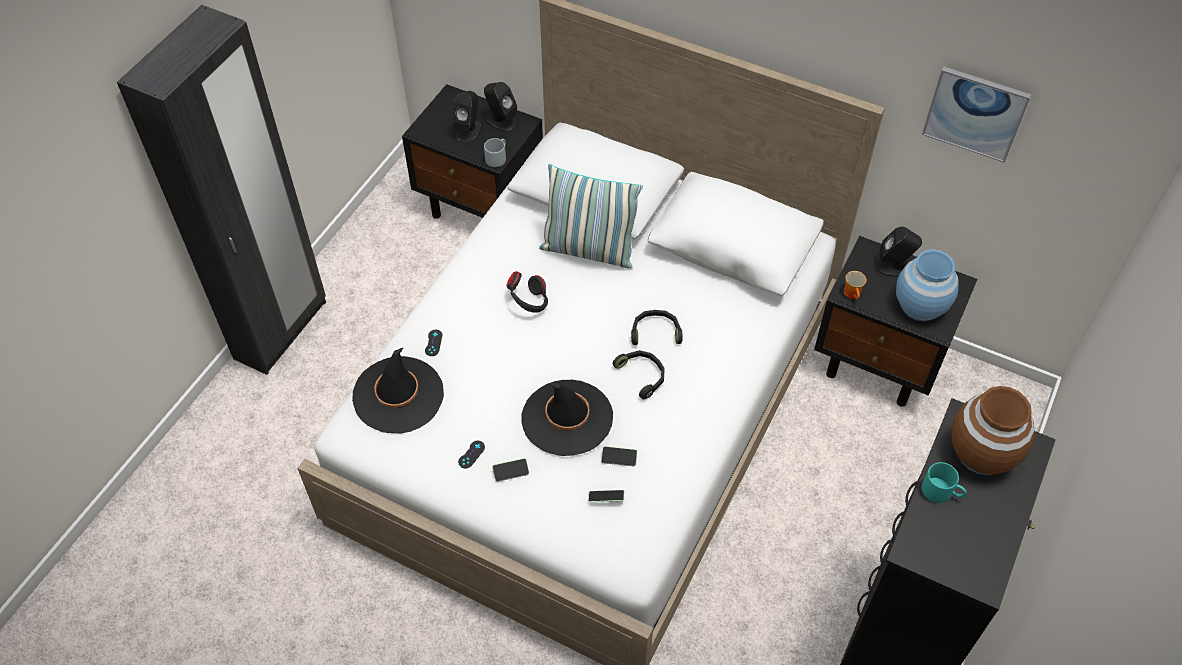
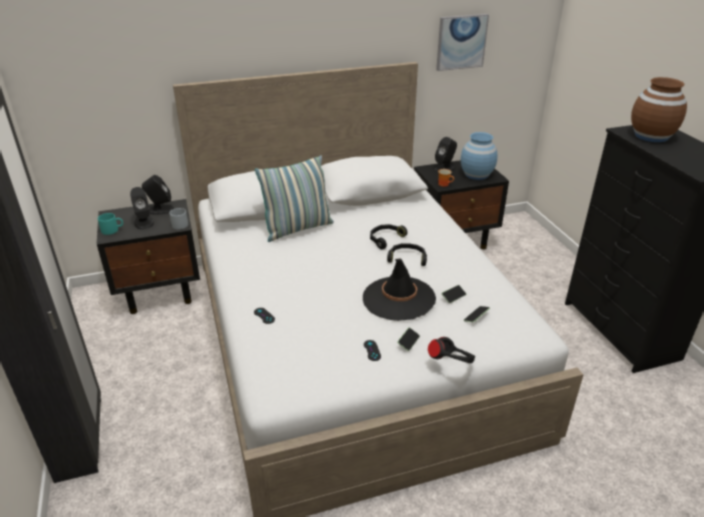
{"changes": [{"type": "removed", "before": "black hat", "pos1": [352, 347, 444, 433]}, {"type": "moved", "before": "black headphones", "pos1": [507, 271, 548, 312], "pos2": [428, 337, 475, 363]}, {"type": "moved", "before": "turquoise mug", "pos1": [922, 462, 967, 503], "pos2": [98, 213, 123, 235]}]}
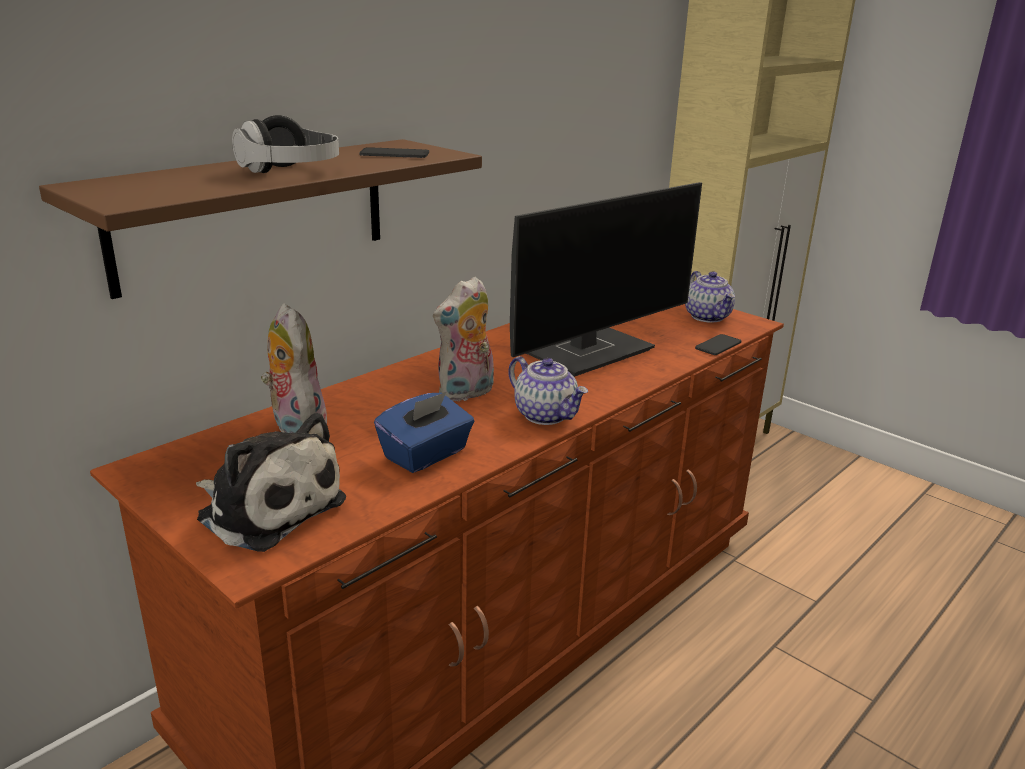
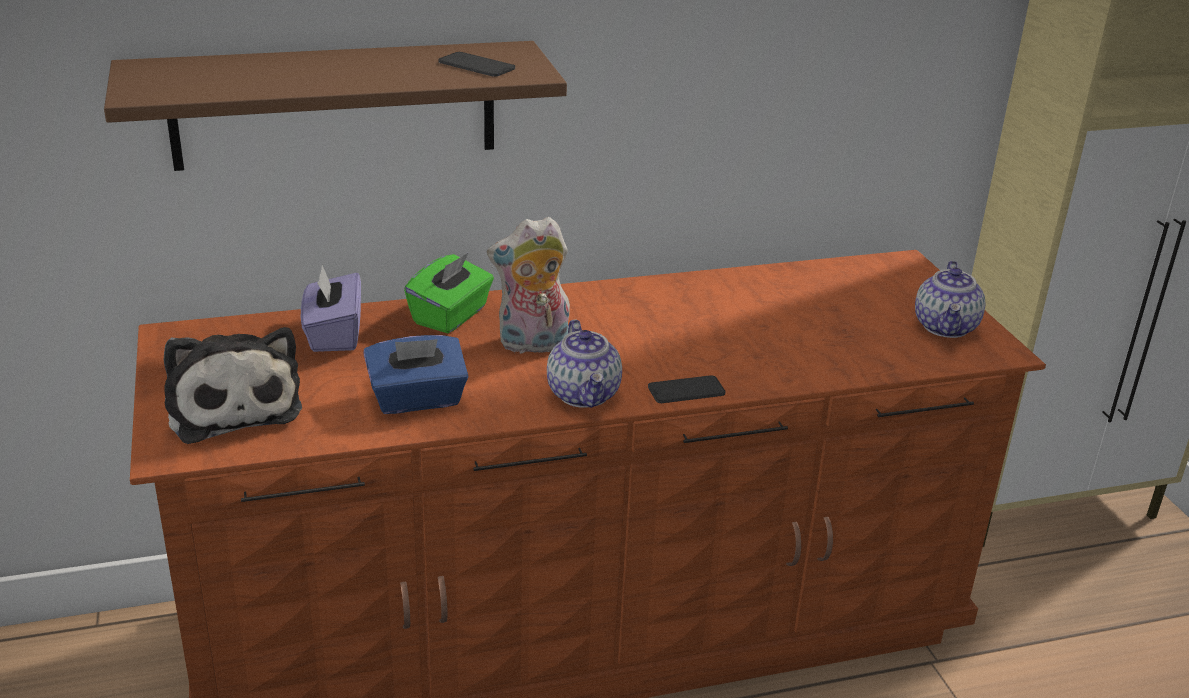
{"changes": [{"type": "removed", "before": "headphones", "pos1": [232, 115, 339, 173]}, {"type": "replaced", "before": "plush toy", "after": "purple-coloured tissue holder", "pos1": [261, 303, 327, 433], "pos2": [301, 265, 361, 352]}, {"type": "removed", "before": "monitor", "pos1": [510, 182, 702, 377]}, {"type": "moved", "before": "phone", "pos1": [695, 334, 741, 355], "pos2": [648, 375, 726, 403]}, {"type": "added", "after": "green tissue holder", "pos2": [404, 252, 494, 333]}]}
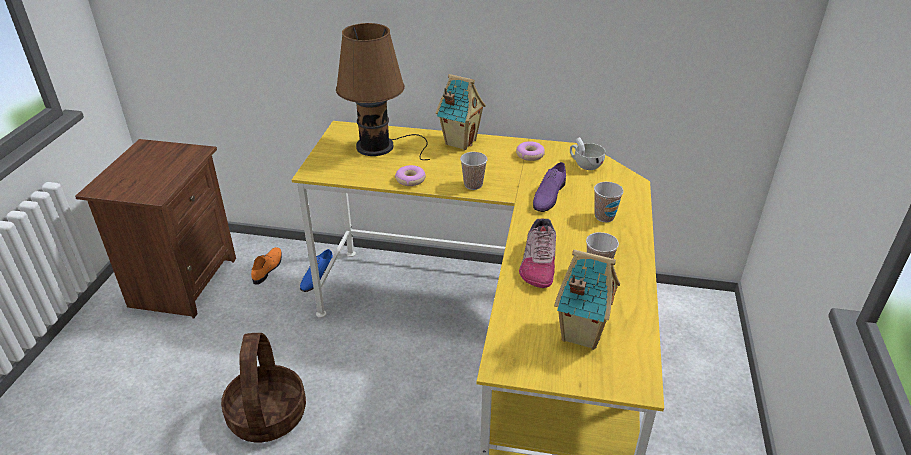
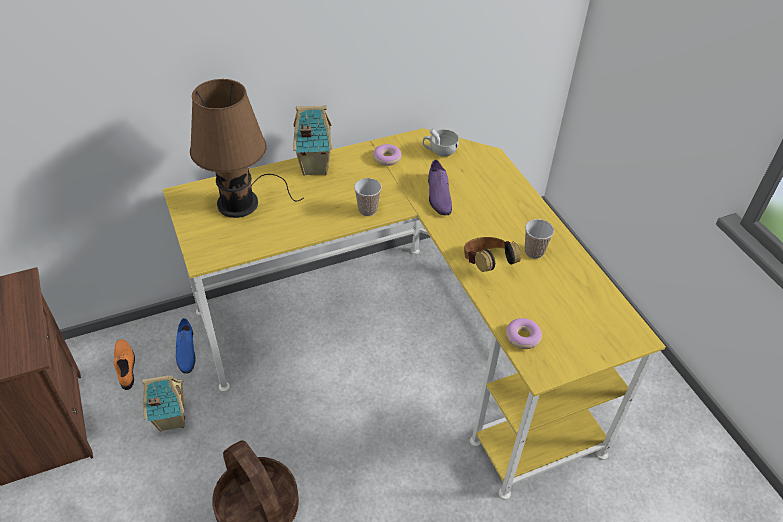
{"changes": [{"type": "moved", "before": "ring doughnut", "pos1": [395, 165, 426, 186], "pos2": [506, 318, 542, 349]}, {"type": "replaced", "before": "low shoe", "after": "headphones", "pos1": [519, 219, 556, 288], "pos2": [464, 237, 521, 272]}, {"type": "moved", "before": "miniature house", "pos1": [554, 250, 620, 350], "pos2": [142, 375, 185, 432]}, {"type": "removed", "before": "cup", "pos1": [594, 182, 624, 222]}]}
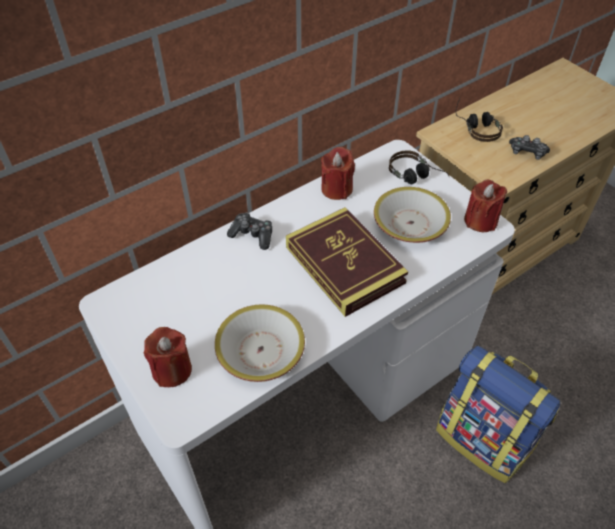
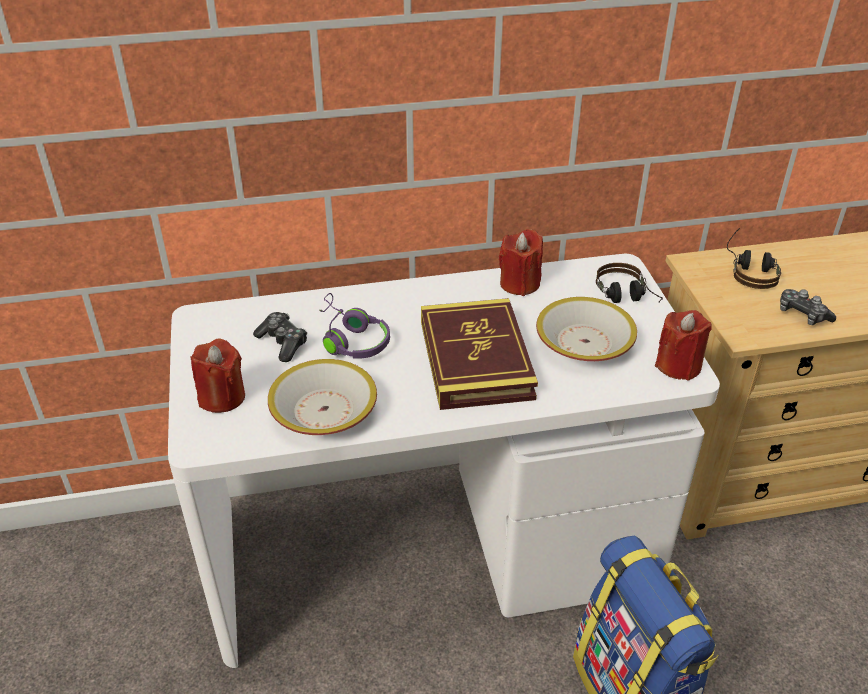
{"changes": [{"type": "moved", "before": "joypad", "pos1": [227, 212, 272, 250], "pos2": [253, 312, 307, 362]}, {"type": "added", "after": "purple-coloured headphones", "pos2": [320, 293, 390, 359]}]}
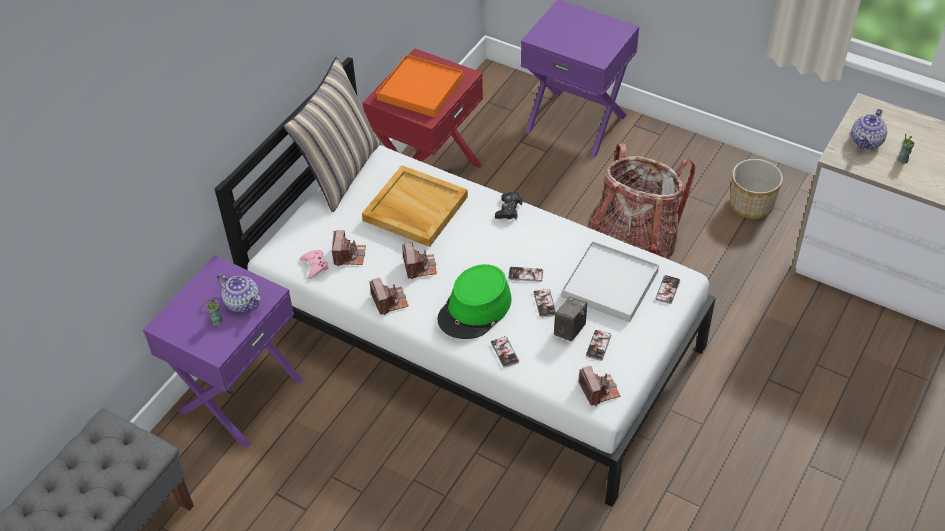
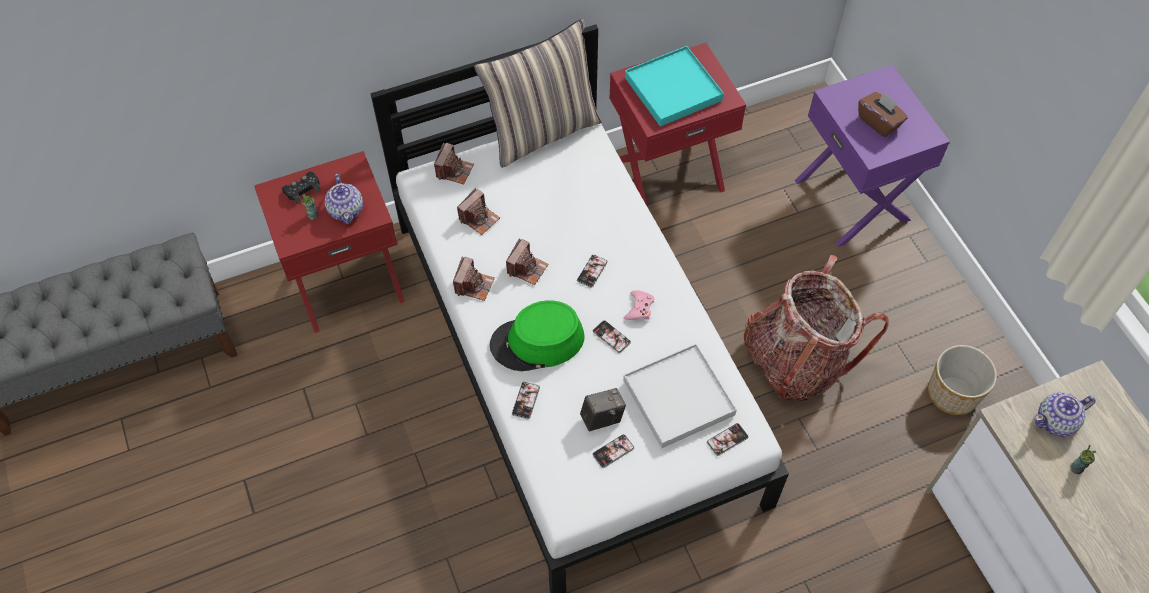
{"changes": [{"type": "recoloured", "before": "purple-coloured bedside table", "after": "reddish bedside table", "pos1": [143, 255, 304, 448], "pos2": [254, 151, 405, 333]}, {"type": "moved", "before": "pinkish joypad", "pos1": [300, 250, 329, 279], "pos2": [624, 290, 654, 320]}, {"type": "removed", "before": "sand-coloured carrying tray", "pos1": [362, 165, 468, 247]}, {"type": "recoloured", "before": "orange carrying tray", "after": "turquoise carrying tray", "pos1": [376, 54, 463, 117], "pos2": [625, 46, 724, 127]}, {"type": "moved", "before": "black joypad", "pos1": [495, 192, 522, 220], "pos2": [282, 172, 320, 204]}, {"type": "moved", "before": "phone", "pos1": [533, 289, 556, 318], "pos2": [577, 255, 608, 288]}, {"type": "moved", "before": "still camera", "pos1": [579, 366, 621, 406], "pos2": [434, 142, 474, 184]}, {"type": "added", "after": "brownish tissue holder", "pos2": [858, 91, 908, 137]}]}
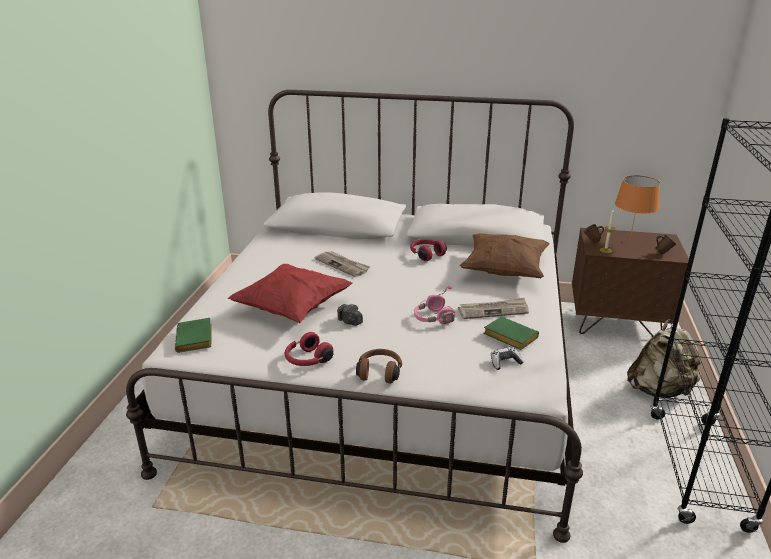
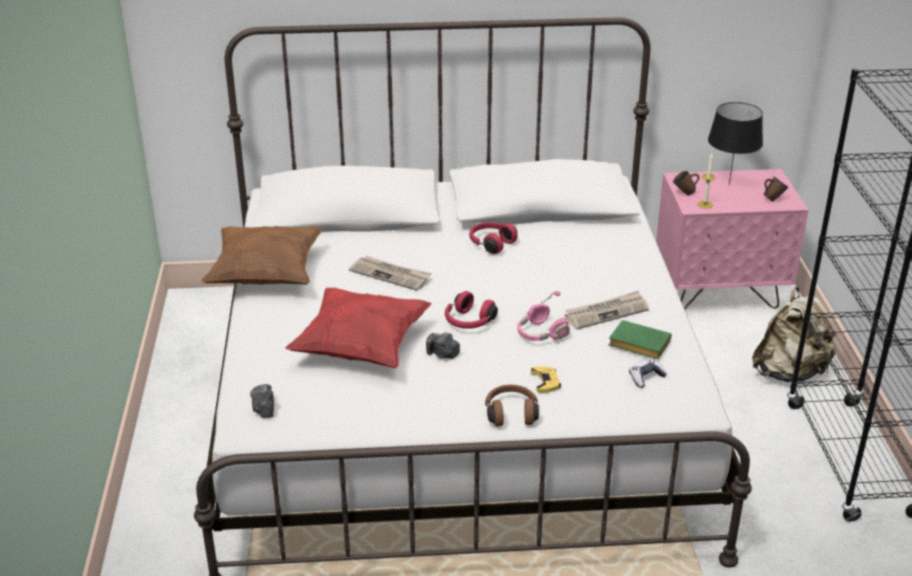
{"changes": [{"type": "replaced", "before": "green book", "after": "still camera", "pos1": [175, 318, 212, 353], "pos2": [250, 384, 274, 418]}, {"type": "moved", "before": "reddish headphones", "pos1": [285, 332, 333, 366], "pos2": [445, 291, 498, 329]}, {"type": "moved", "before": "brownish throw pillow", "pos1": [460, 233, 550, 278], "pos2": [202, 226, 323, 285]}, {"type": "recoloured", "before": "brownish bedside table", "after": "pinkish bedside table", "pos1": [572, 228, 689, 337], "pos2": [656, 169, 809, 309]}, {"type": "recoloured", "before": "orange tabletop lamp", "after": "black tabletop lamp", "pos1": [615, 175, 660, 239], "pos2": [708, 102, 763, 185]}, {"type": "added", "after": "yellowish joypad", "pos2": [531, 366, 561, 393]}]}
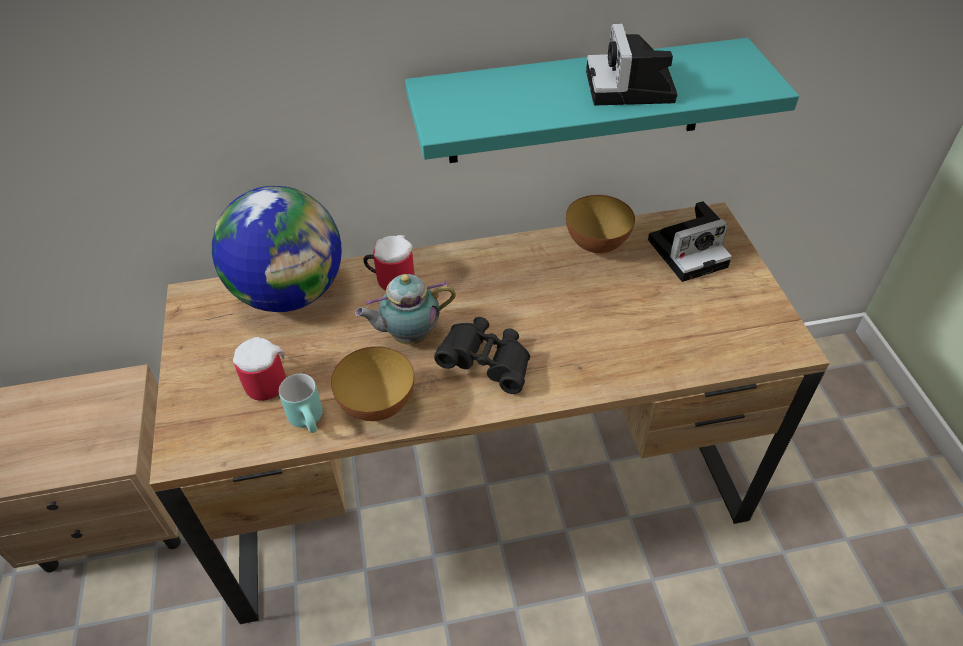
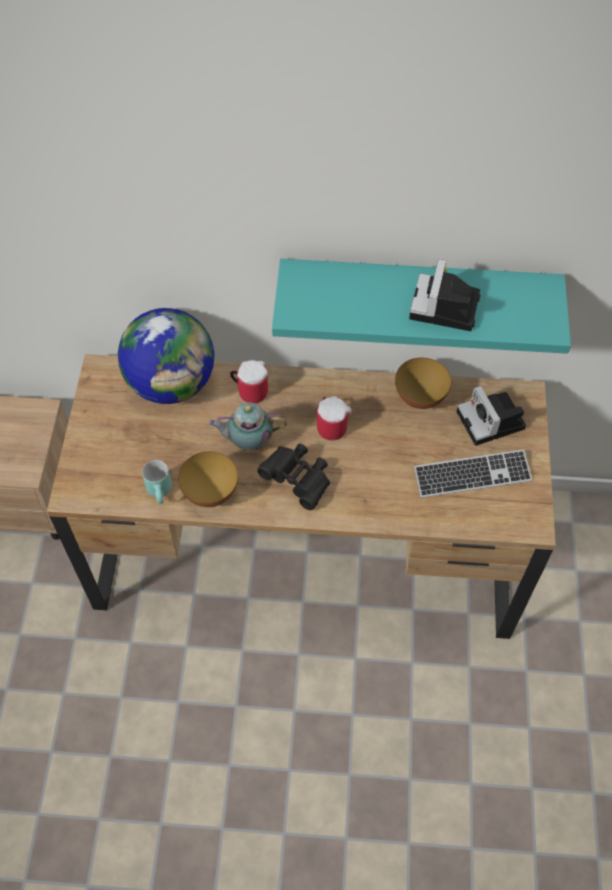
{"changes": [{"type": "moved", "before": "mug", "pos1": [233, 337, 286, 401], "pos2": [317, 396, 352, 440]}, {"type": "turned", "before": "still camera", "pos1": [648, 201, 732, 282], "pos2": [457, 385, 526, 446], "turn": 75}, {"type": "added", "after": "computer keyboard", "pos2": [414, 450, 532, 498]}]}
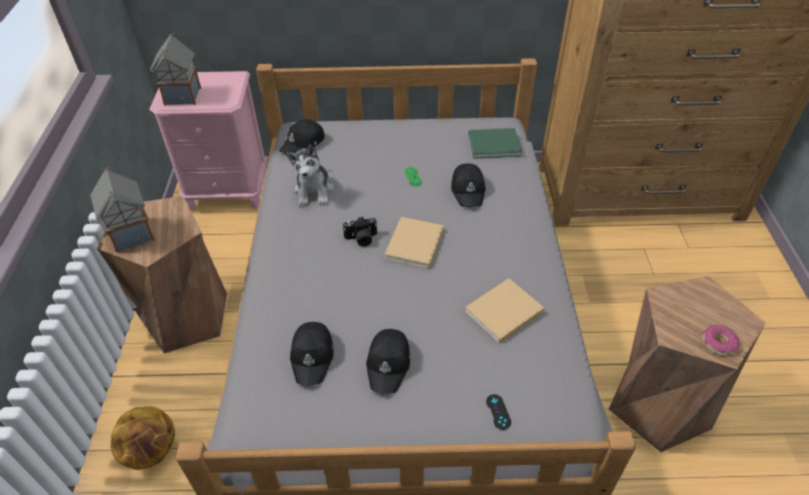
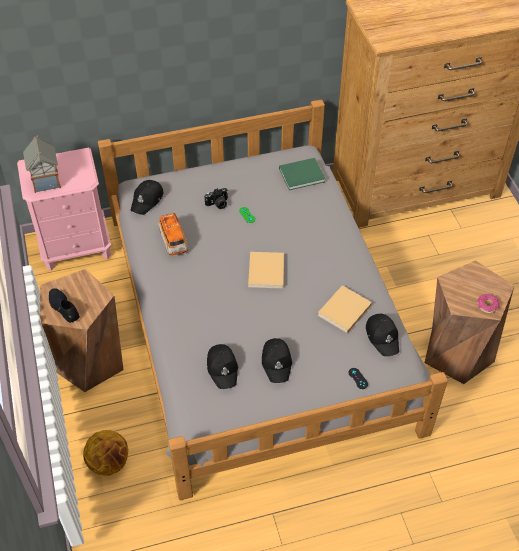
{"changes": [{"type": "replaced", "before": "miniature house", "after": "black low shoe", "pos1": [90, 167, 155, 253], "pos2": [49, 288, 80, 323]}, {"type": "replaced", "before": "plush toy", "after": "miniature car", "pos1": [286, 144, 334, 206], "pos2": [158, 213, 188, 255]}, {"type": "moved", "before": "still camera", "pos1": [343, 217, 377, 247], "pos2": [205, 188, 228, 209]}, {"type": "moved", "before": "black cap", "pos1": [451, 163, 486, 207], "pos2": [366, 314, 399, 356]}]}
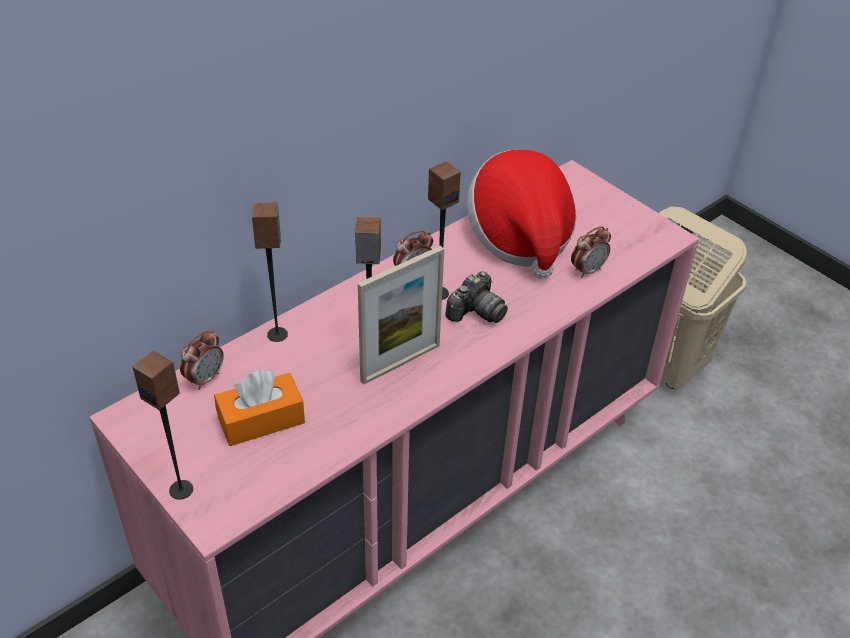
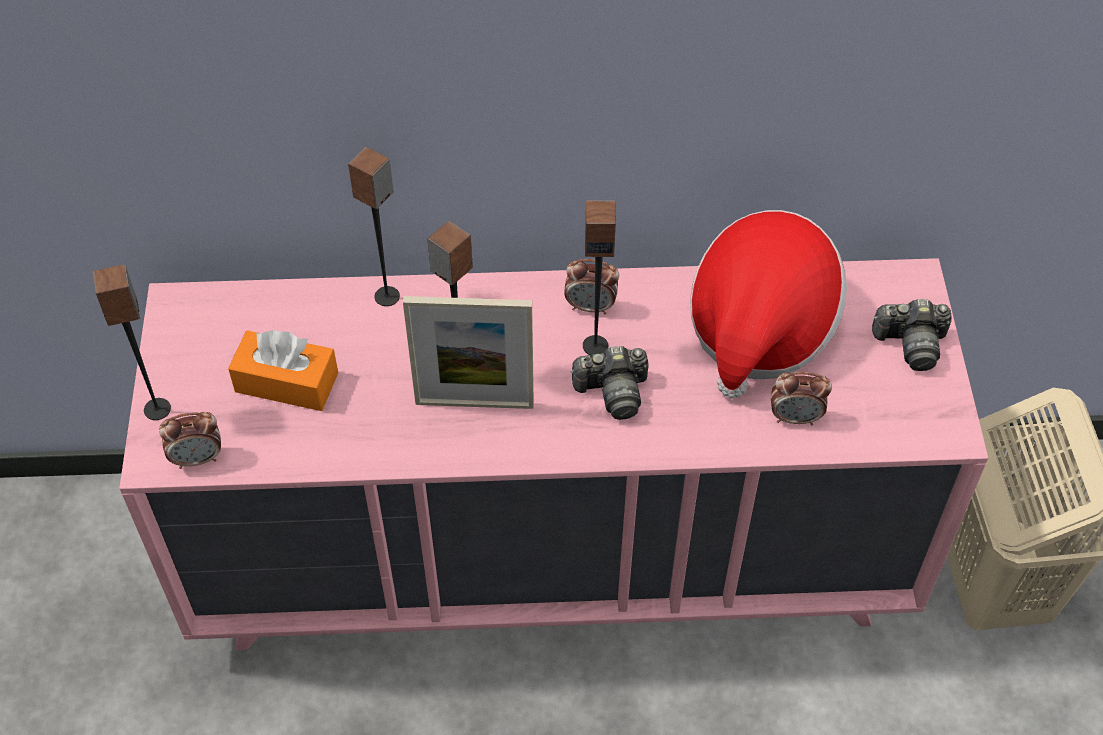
{"changes": [{"type": "moved", "before": "alarm clock", "pos1": [180, 330, 224, 390], "pos2": [159, 412, 221, 469]}, {"type": "added", "after": "still camera", "pos2": [872, 299, 952, 371]}]}
